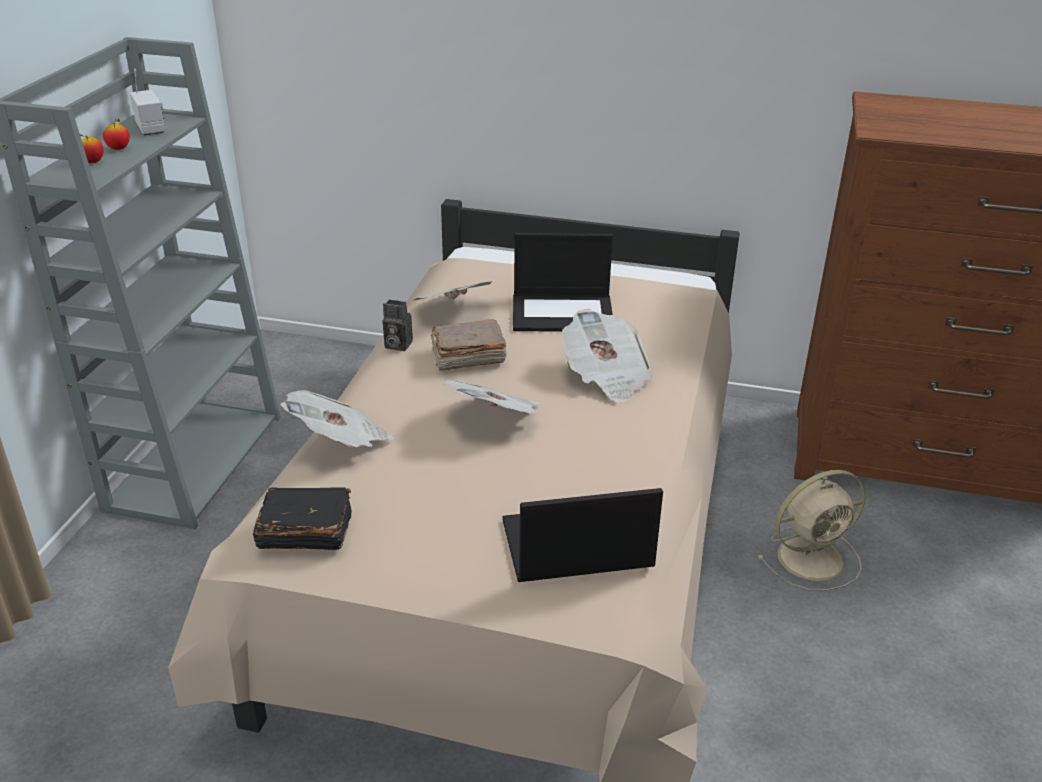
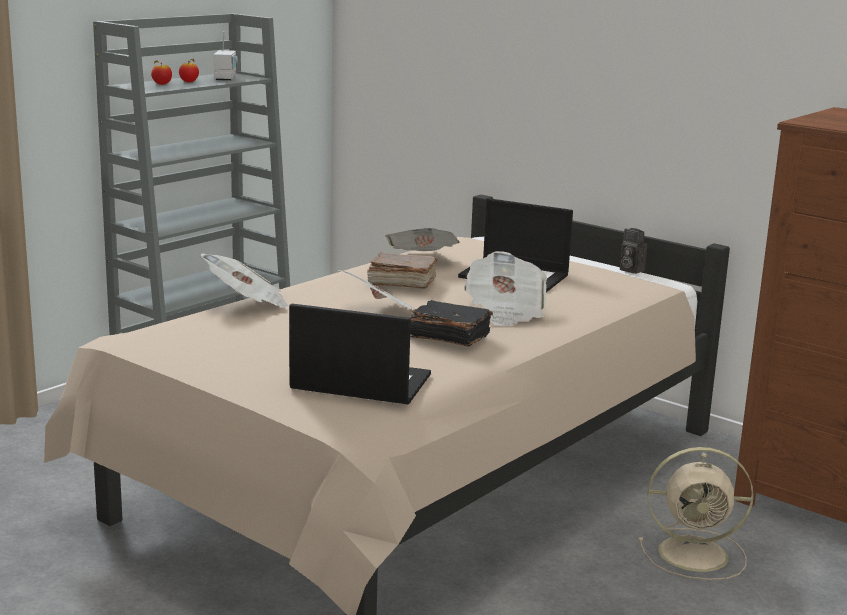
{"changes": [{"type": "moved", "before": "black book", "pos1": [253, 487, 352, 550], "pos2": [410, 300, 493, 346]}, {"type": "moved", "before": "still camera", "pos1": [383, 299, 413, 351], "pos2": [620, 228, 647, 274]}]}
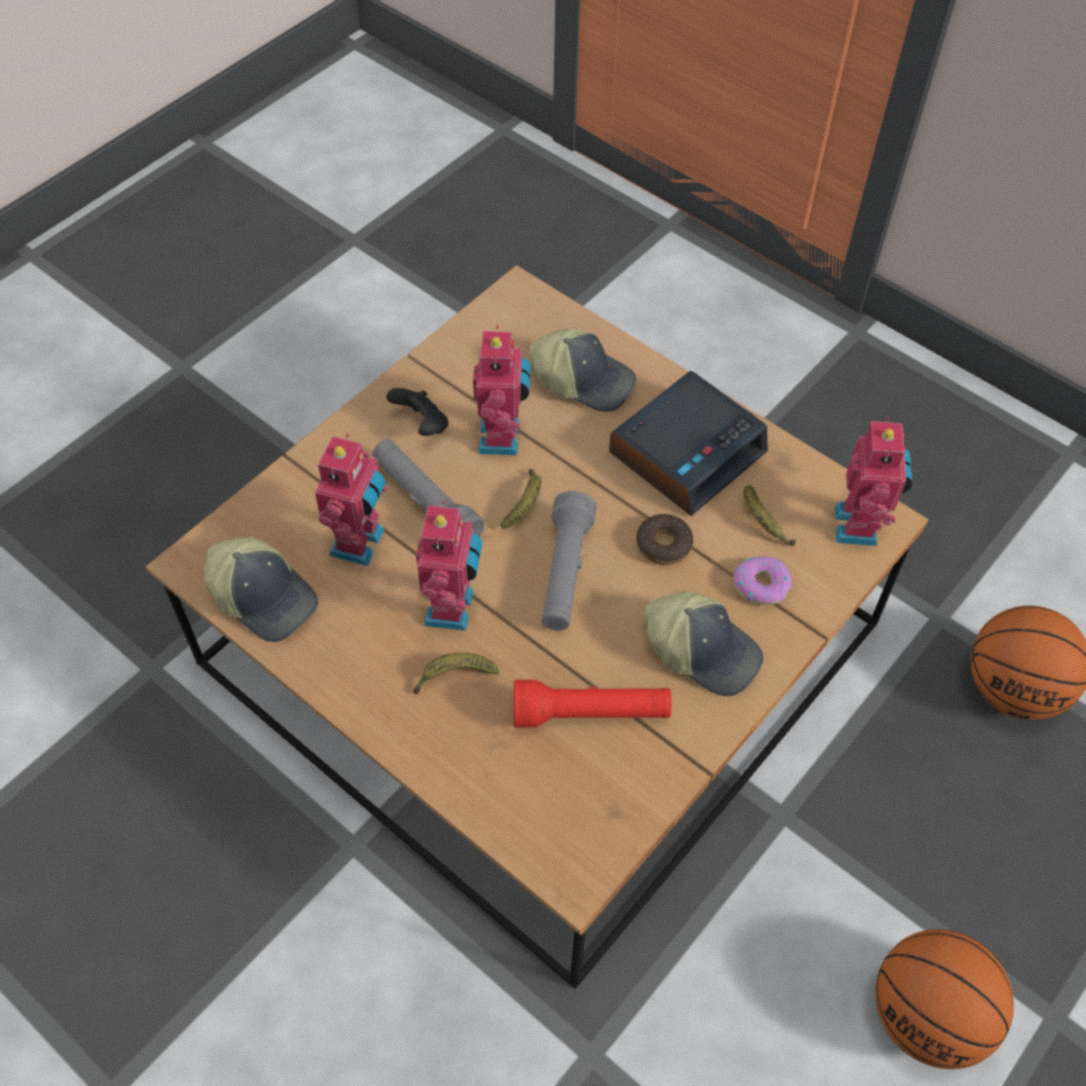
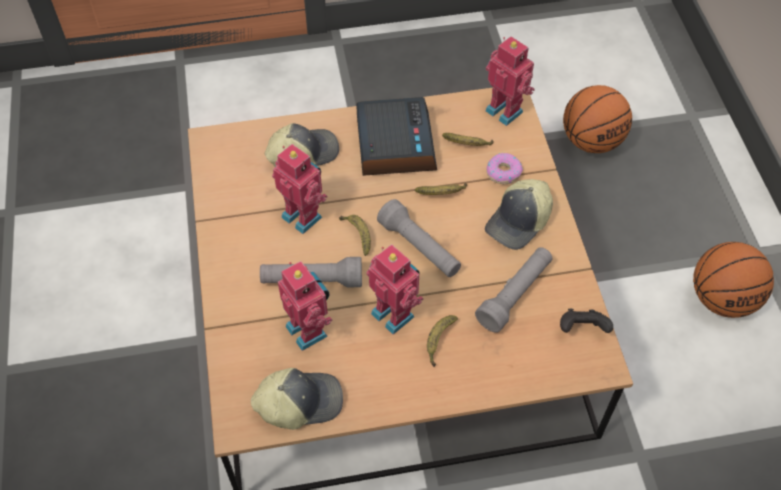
{"changes": [{"type": "moved", "before": "black joypad", "pos1": [386, 388, 449, 436], "pos2": [560, 309, 613, 333]}, {"type": "recoloured", "before": "reddish flashlight", "after": "grey flashlight", "pos1": [514, 680, 672, 727], "pos2": [475, 247, 552, 332]}, {"type": "replaced", "before": "ring doughnut", "after": "banana fruit", "pos1": [636, 514, 693, 565], "pos2": [415, 182, 467, 195]}, {"type": "turned", "before": "cap", "pos1": [644, 591, 763, 696], "pos2": [485, 179, 553, 250], "turn": 150}]}
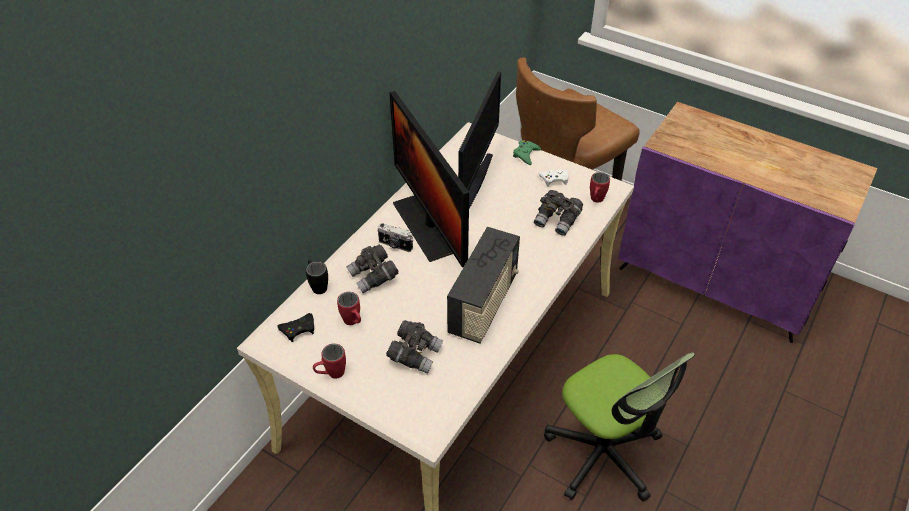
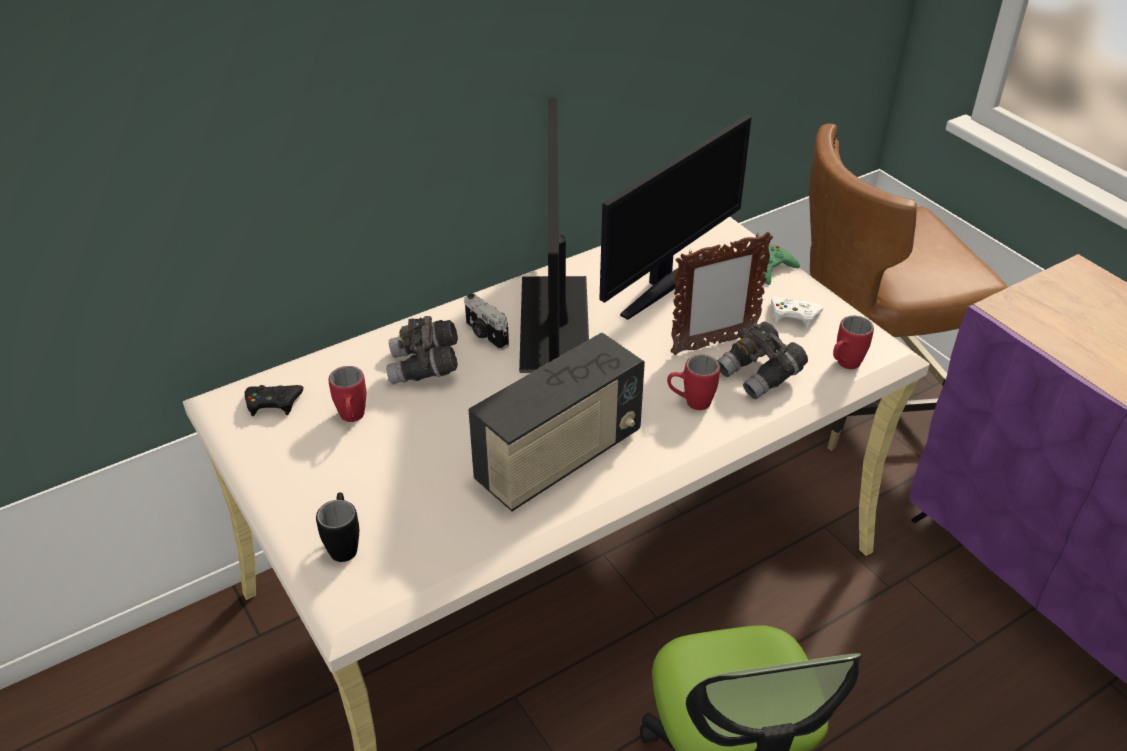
{"changes": [{"type": "moved", "before": "black mug", "pos1": [306, 259, 328, 294], "pos2": [316, 492, 359, 562]}, {"type": "moved", "before": "reddish mug", "pos1": [313, 344, 346, 379], "pos2": [667, 355, 720, 410]}, {"type": "removed", "before": "grey pair of binoculars", "pos1": [386, 320, 443, 374]}, {"type": "added", "after": "photo frame", "pos2": [670, 232, 773, 355]}]}
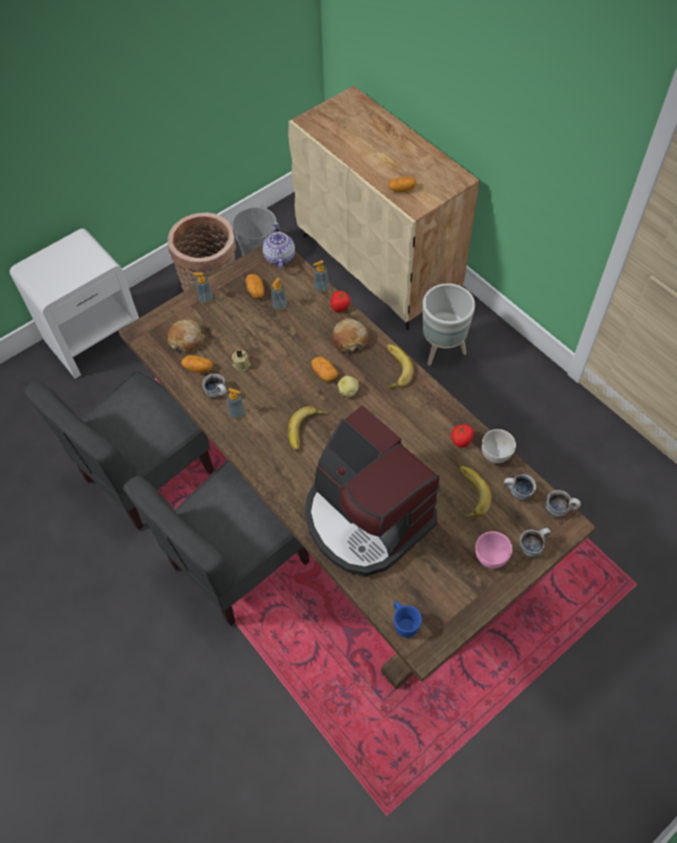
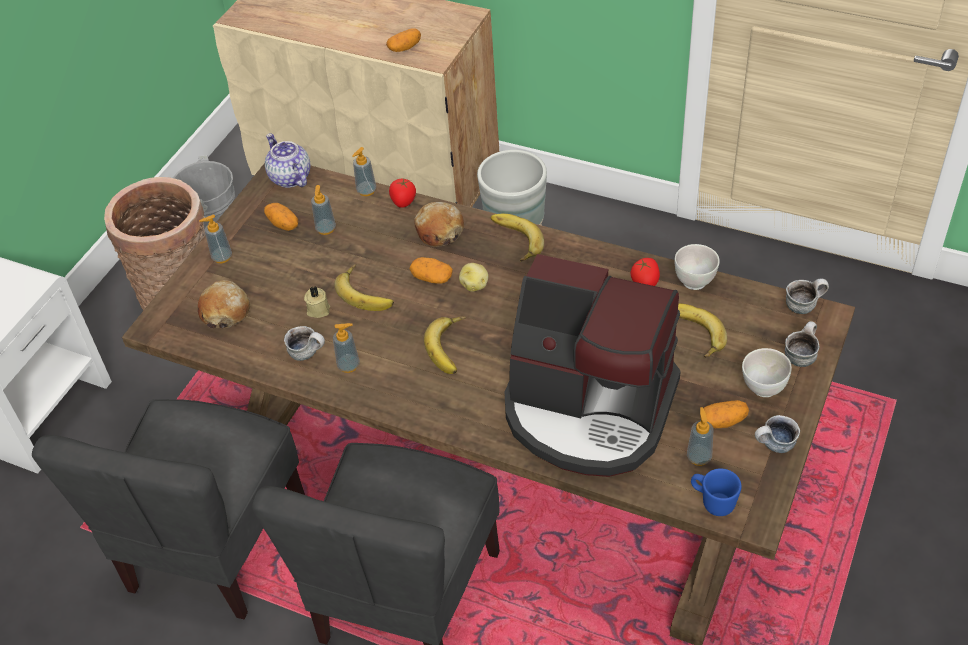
{"changes": [{"type": "moved", "before": "potato", "pos1": [181, 355, 213, 373], "pos2": [703, 400, 749, 428]}, {"type": "recoloured", "before": "pinkish serving bowl", "after": "white-coloured serving bowl", "pos1": [475, 531, 512, 569], "pos2": [742, 348, 791, 397]}, {"type": "moved", "before": "mug", "pos1": [504, 474, 536, 500], "pos2": [755, 415, 800, 453]}, {"type": "added", "after": "banana fruit", "pos2": [334, 264, 394, 311]}, {"type": "added", "after": "liquid soap bottle", "pos2": [687, 407, 713, 466]}]}
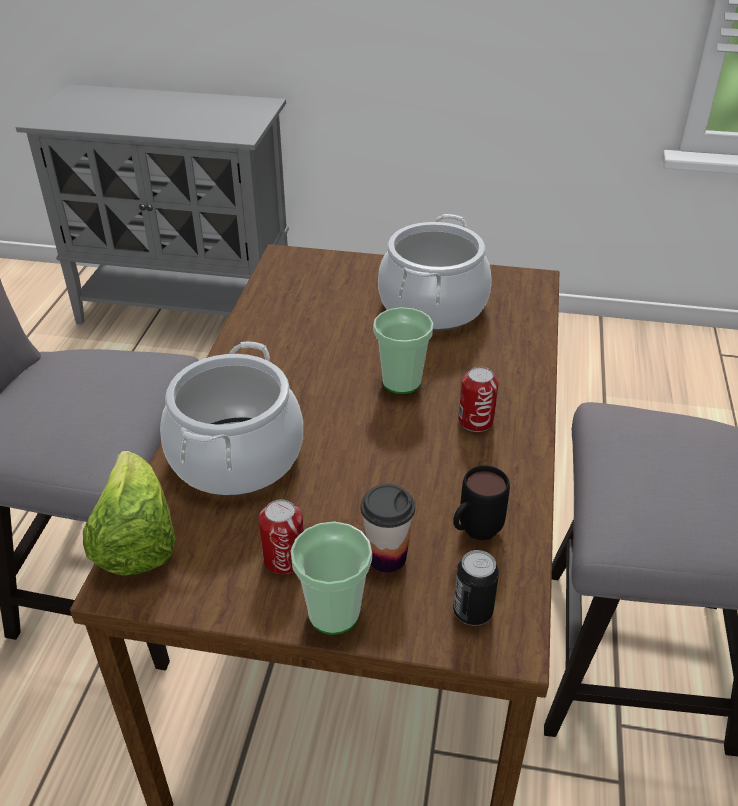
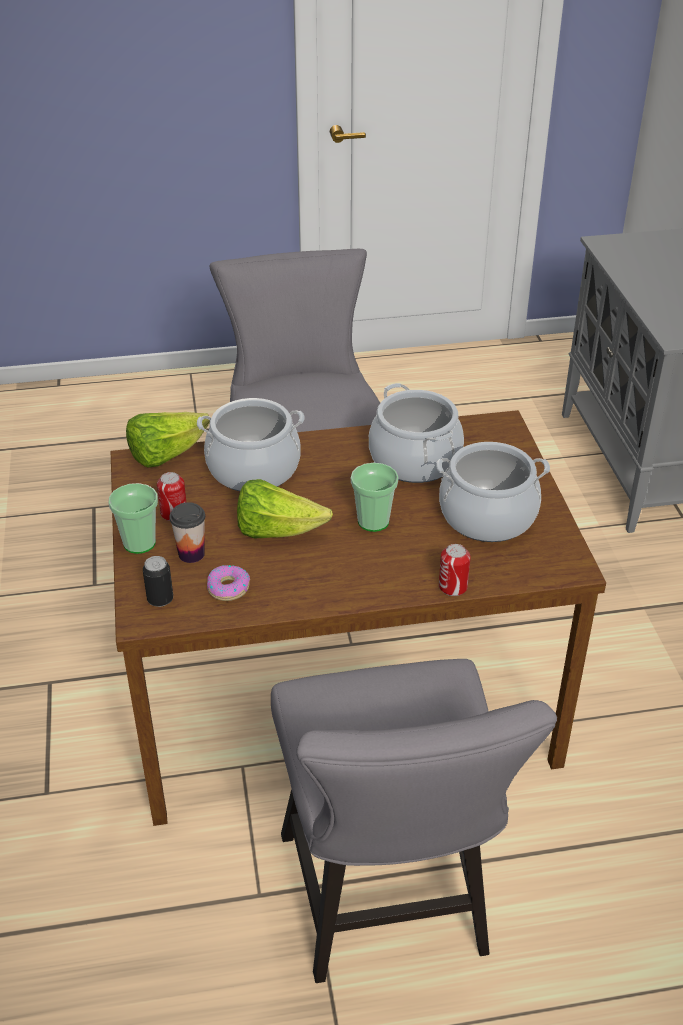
{"changes": [{"type": "replaced", "before": "black mug", "after": "ring doughnut", "pos1": [453, 465, 510, 540], "pos2": [207, 565, 250, 601]}, {"type": "moved", "before": "sealed can", "pos1": [458, 367, 499, 432], "pos2": [439, 544, 471, 596]}, {"type": "added", "after": "head of lettuce", "pos2": [237, 479, 333, 539]}, {"type": "added", "after": "cooking pot", "pos2": [369, 383, 464, 483]}]}
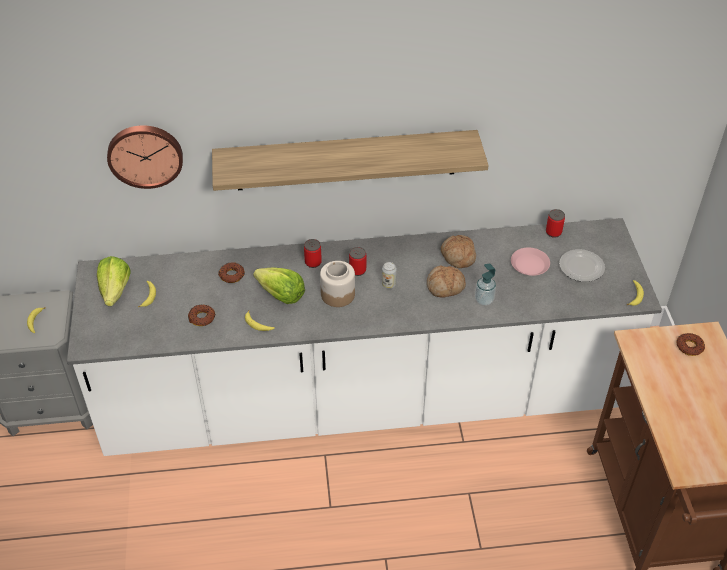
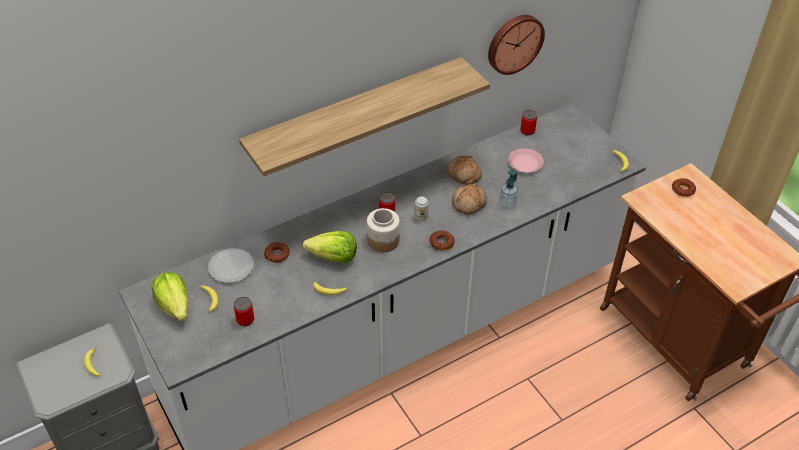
{"changes": [{"type": "moved", "before": "clock on the wall", "pos1": [107, 125, 183, 189], "pos2": [488, 15, 545, 75]}, {"type": "moved", "before": "ring doughnut", "pos1": [188, 304, 215, 326], "pos2": [429, 230, 455, 251]}, {"type": "moved", "before": "sealed can", "pos1": [304, 239, 322, 268], "pos2": [234, 297, 254, 326]}, {"type": "moved", "before": "flat dish", "pos1": [559, 249, 605, 282], "pos2": [208, 248, 254, 283]}]}
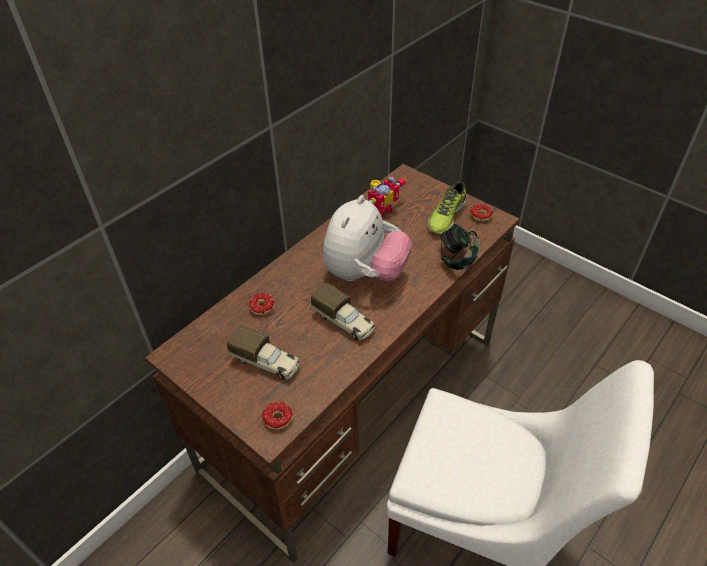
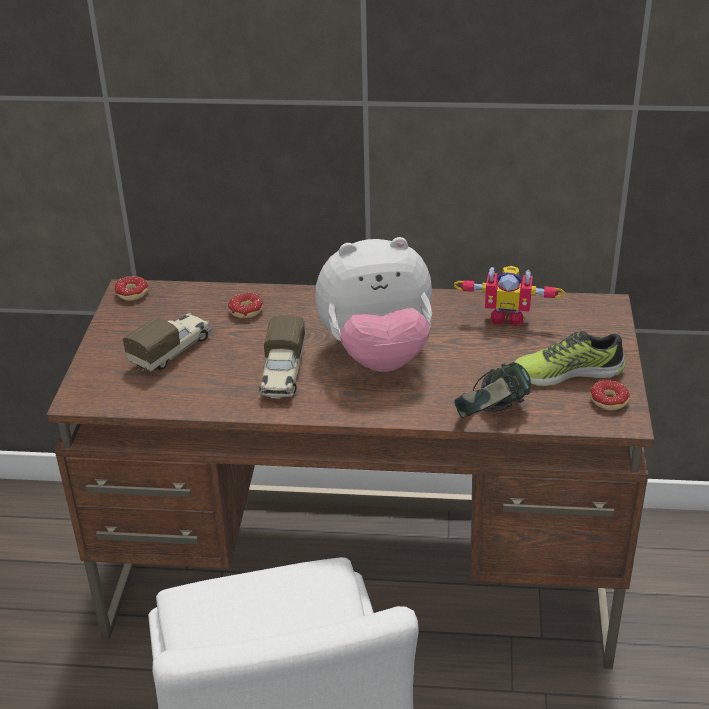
{"changes": [{"type": "turned", "before": "model truck", "pos1": [226, 325, 300, 380], "pos2": [123, 313, 211, 371], "turn": -135}, {"type": "moved", "before": "ring doughnut", "pos1": [262, 402, 293, 438], "pos2": [115, 276, 148, 301]}]}
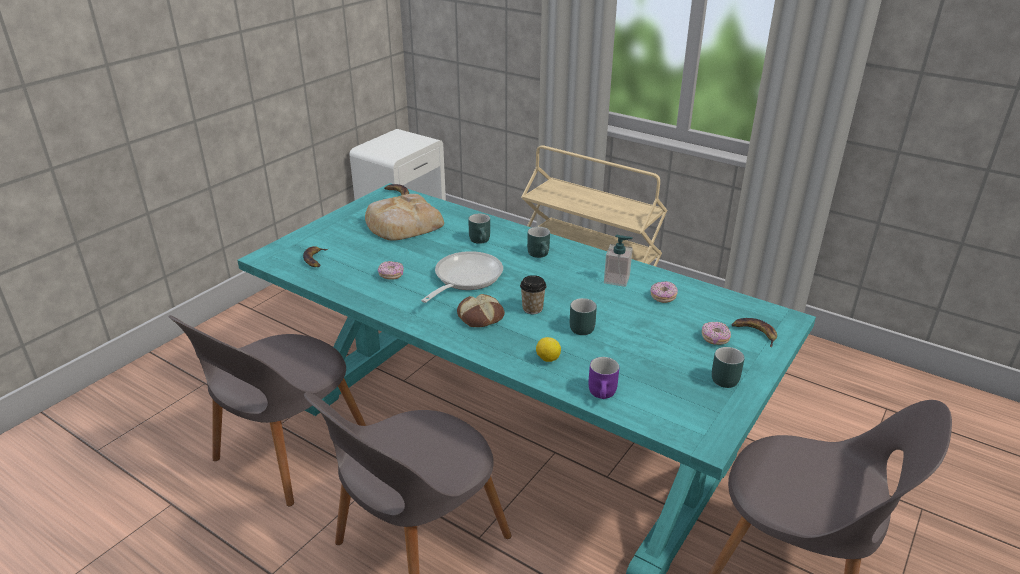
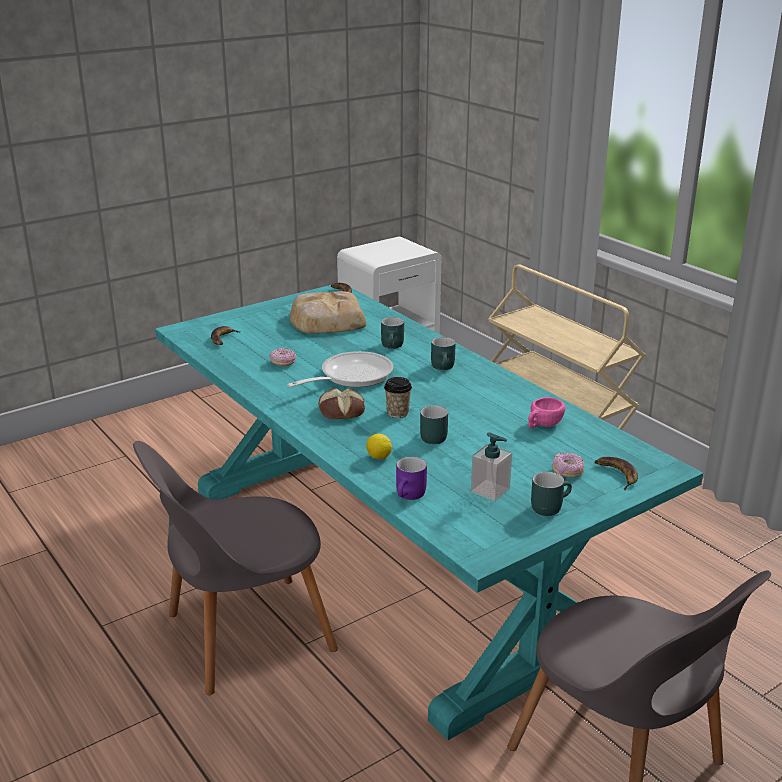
{"changes": [{"type": "removed", "before": "grey plain chair", "pos1": [169, 315, 366, 506]}, {"type": "moved", "before": "liquid soap bottle", "pos1": [604, 235, 633, 287], "pos2": [471, 432, 512, 501]}, {"type": "replaced", "before": "ring doughnut", "after": "pinkish cup", "pos1": [650, 281, 678, 303], "pos2": [528, 397, 566, 428]}]}
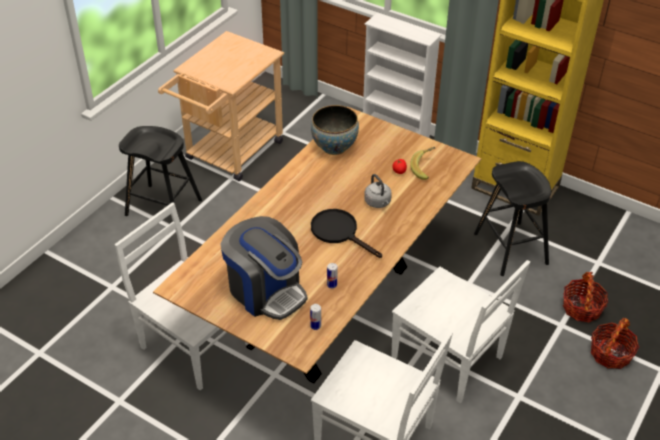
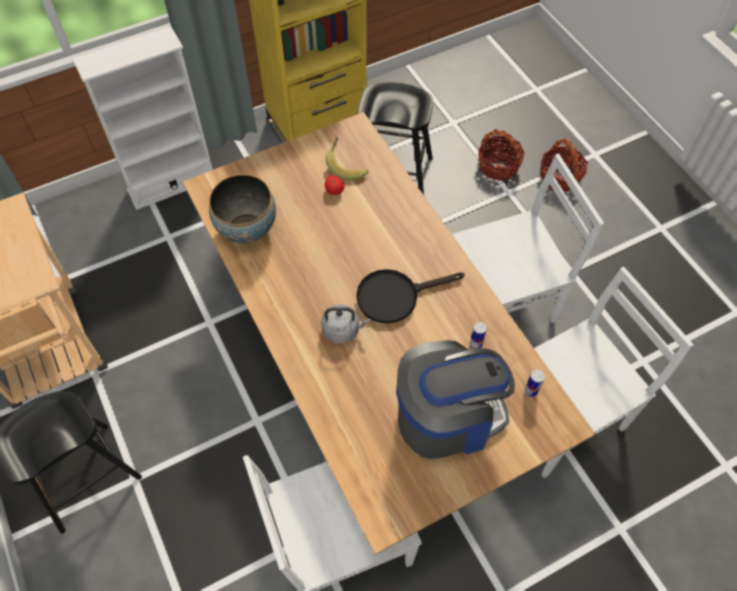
{"changes": [{"type": "moved", "before": "grey kettle", "pos1": [364, 174, 392, 208], "pos2": [321, 304, 370, 344]}]}
